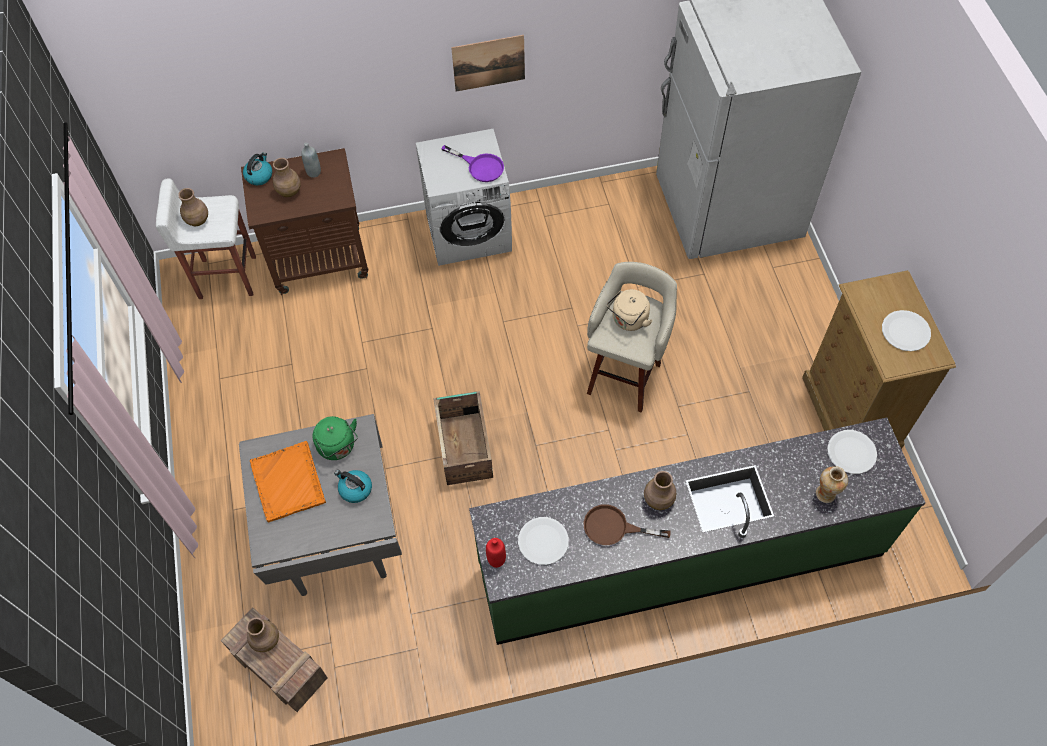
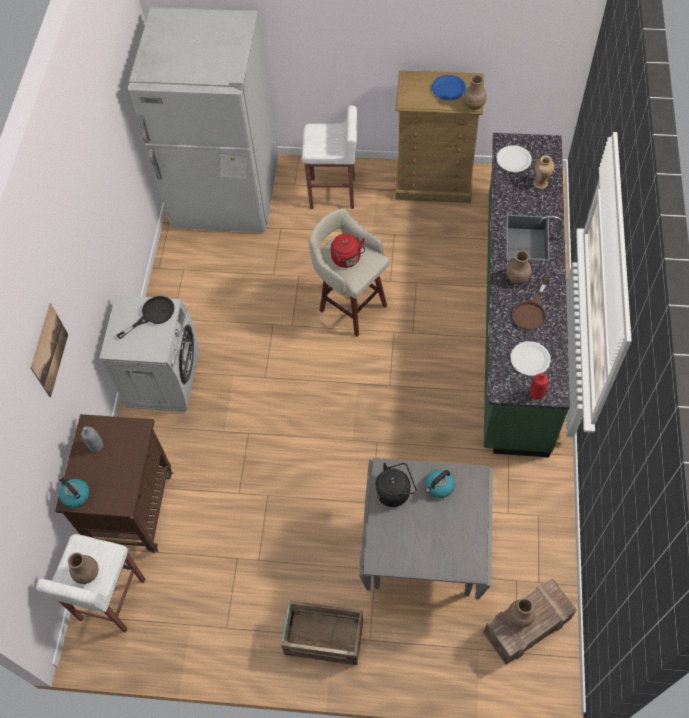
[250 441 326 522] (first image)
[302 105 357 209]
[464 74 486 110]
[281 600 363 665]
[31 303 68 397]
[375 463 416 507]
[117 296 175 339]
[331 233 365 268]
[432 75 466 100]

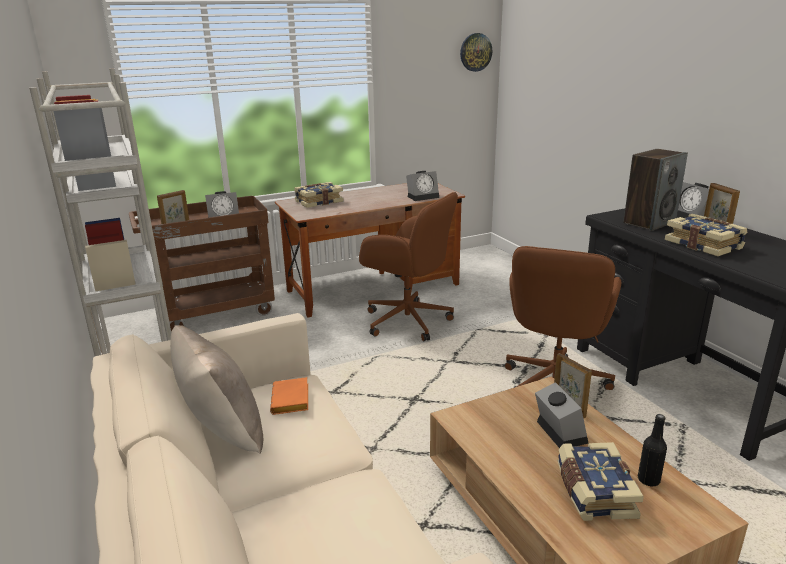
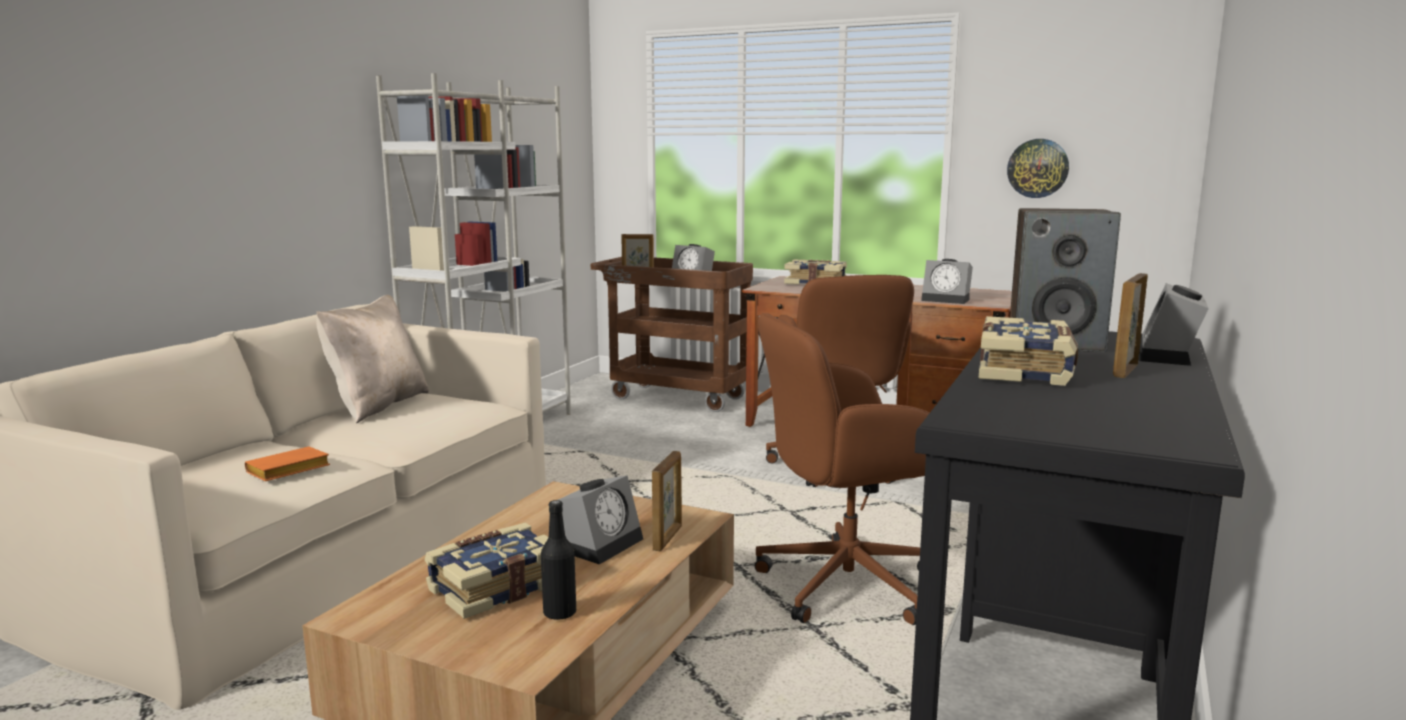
[245 446 330 481]
[1007 139 1069 198]

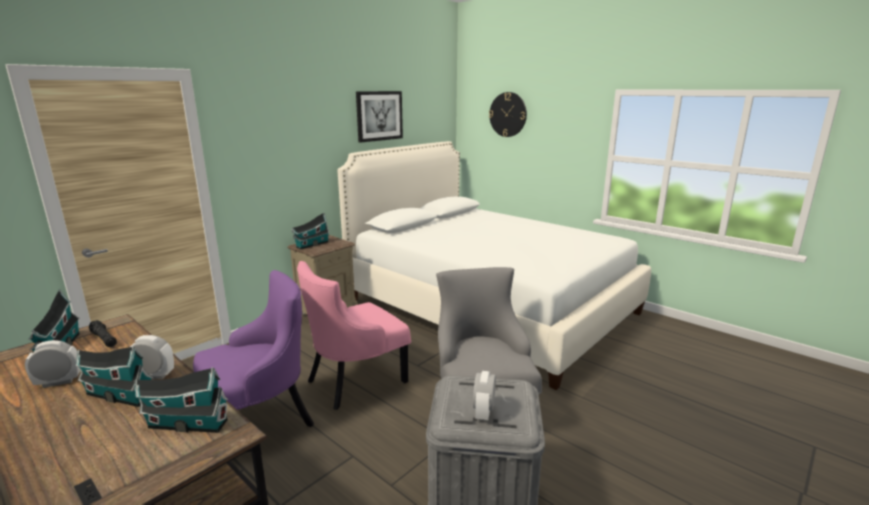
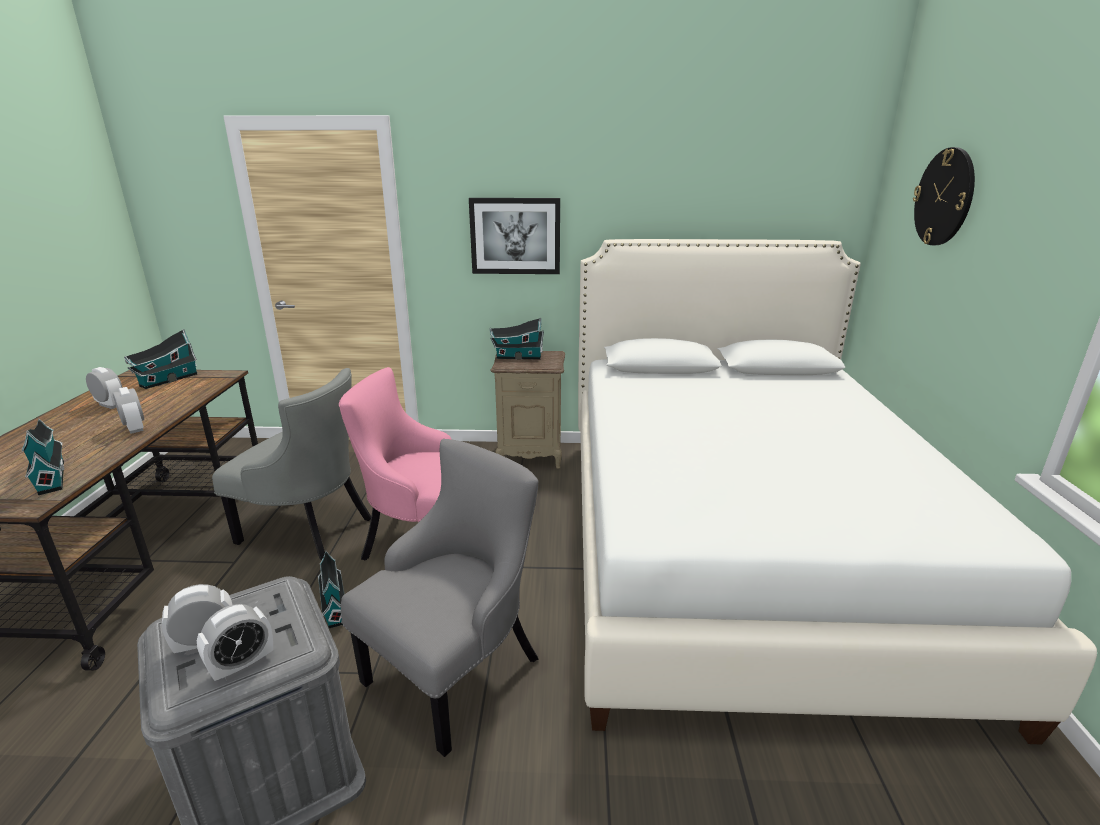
[89 320 117 347] (first image)
[197 604 273 681]
[318 551 344 628]
[469 198 560 274]
[212 368 371 560]

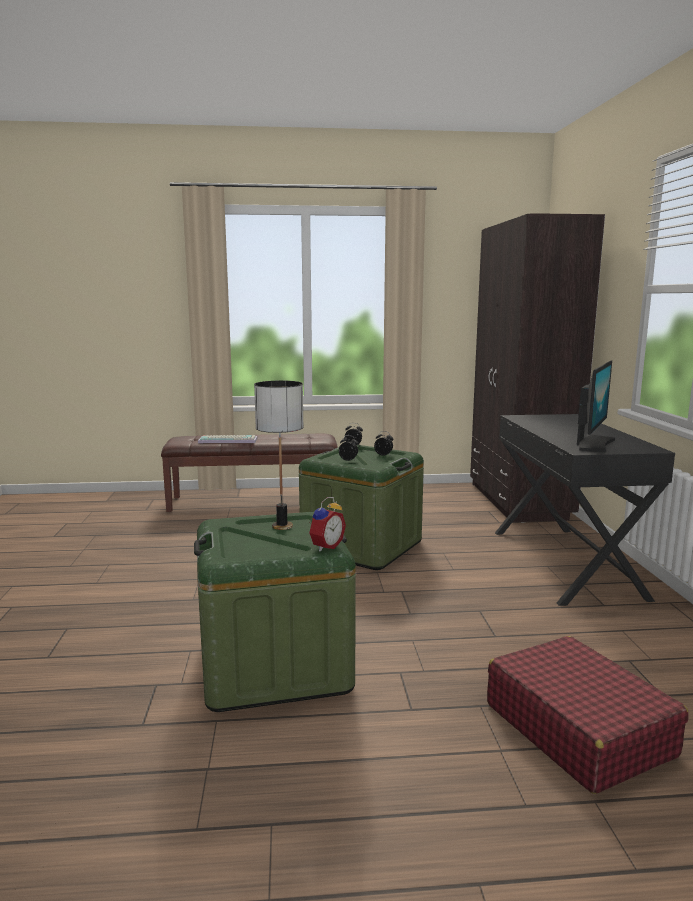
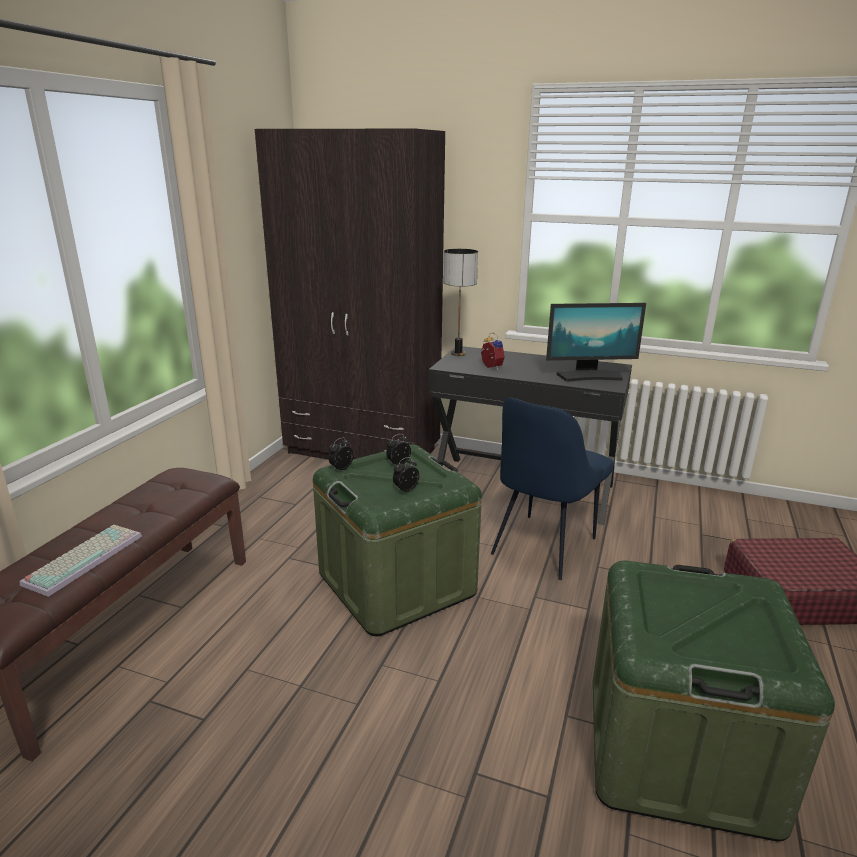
[491 397 614 580]
[444 249 478 356]
[481 333 505 370]
[546 303 646 382]

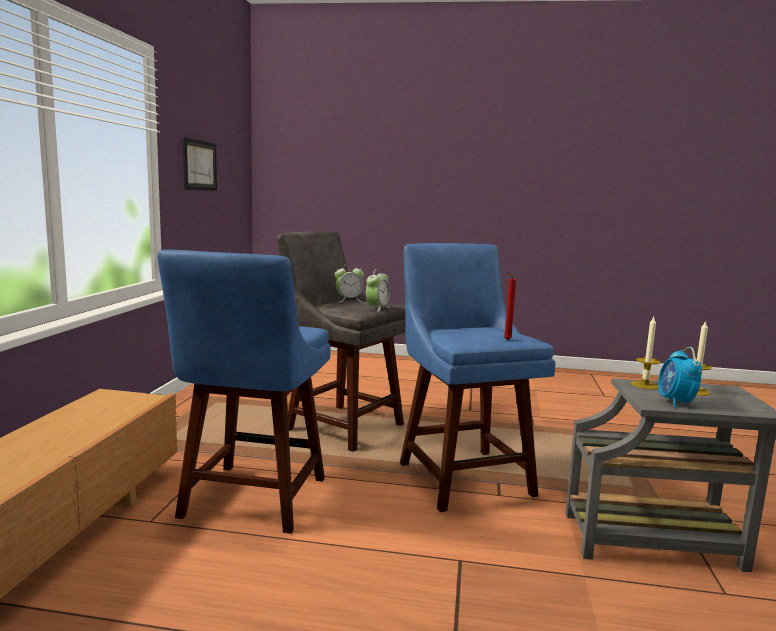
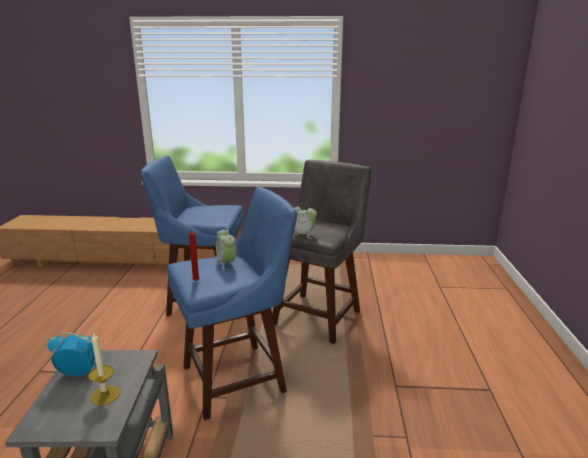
[183 137 217 191] (first image)
[631 317 660 390] (first image)
[216 227 236 270]

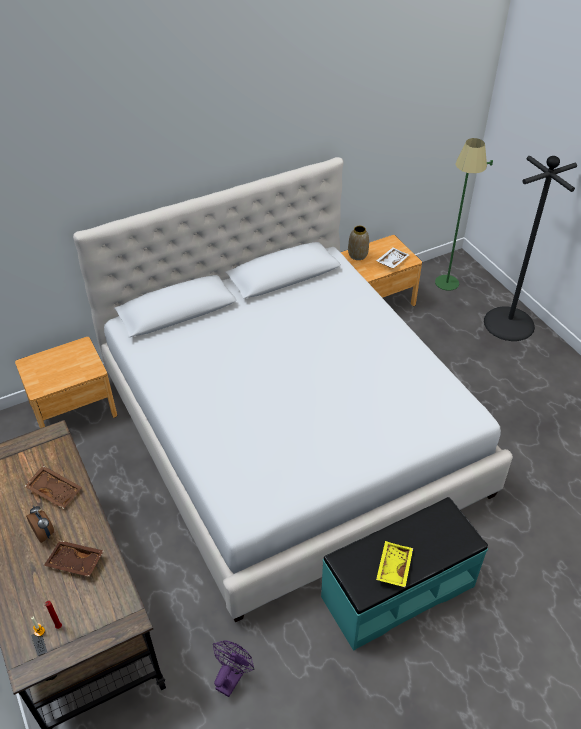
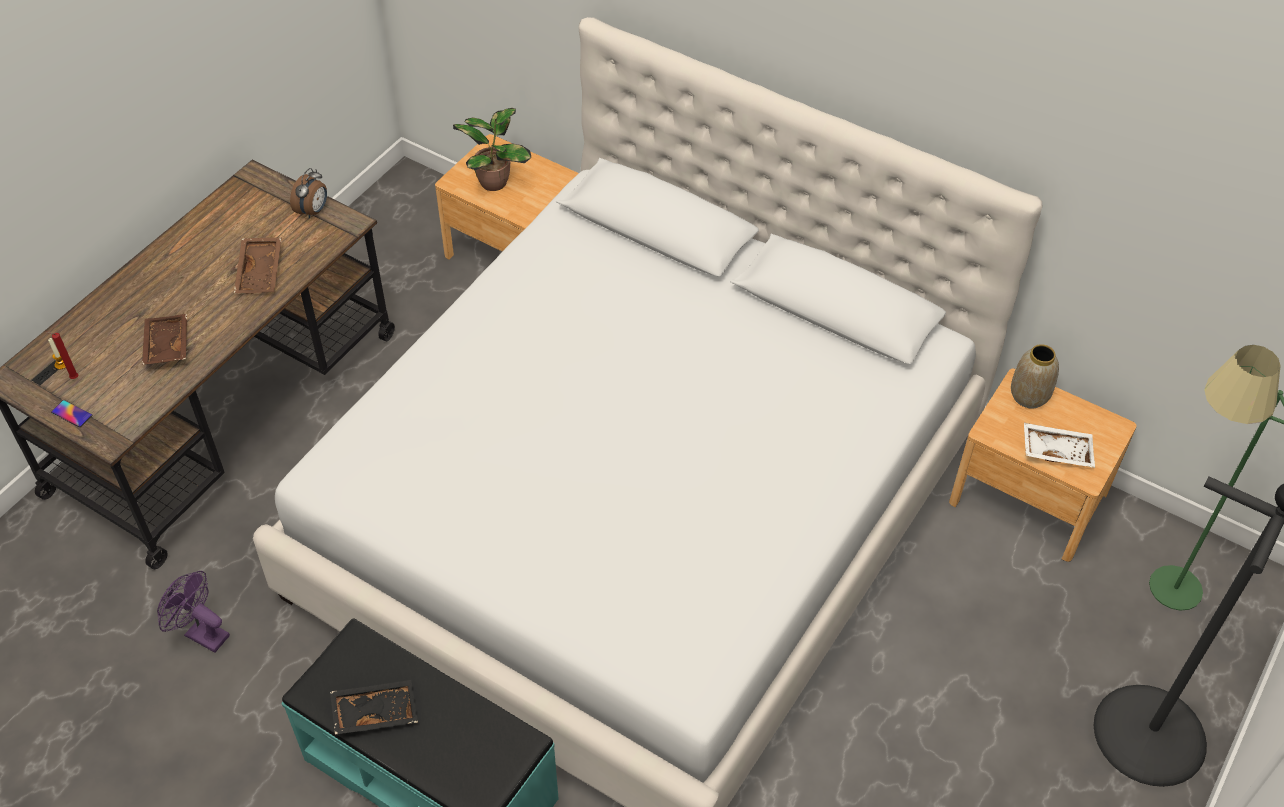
[51 400 92 427]
[453 108 531 191]
[290 168 327 219]
[330 680 418 735]
[157 571 230 653]

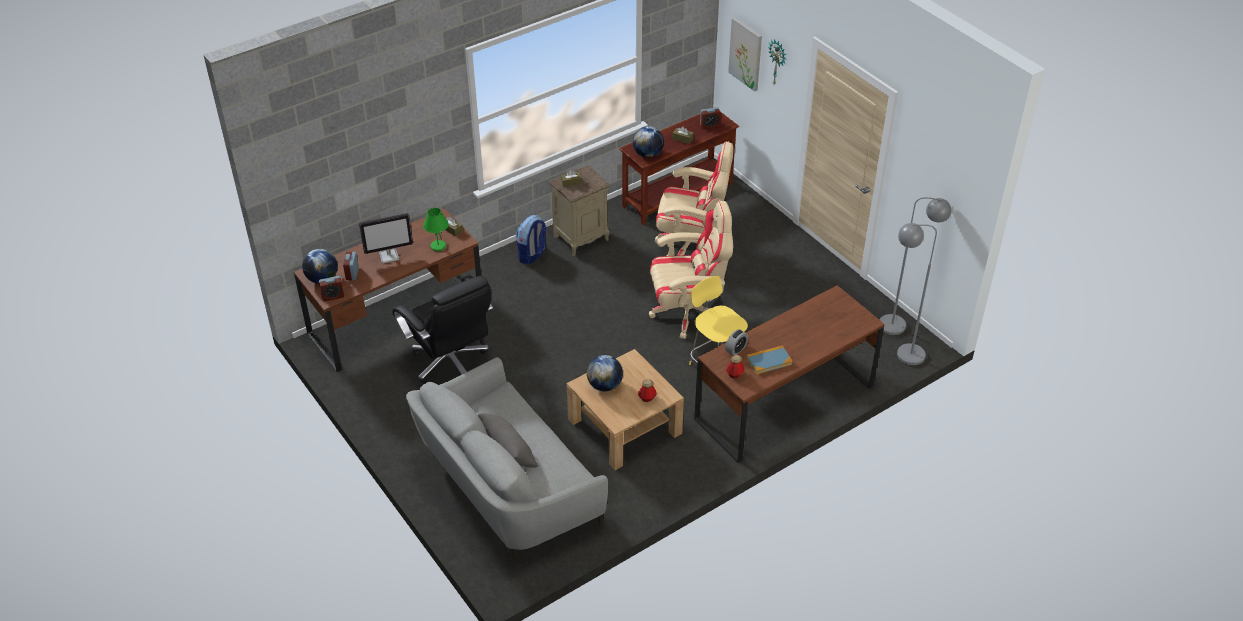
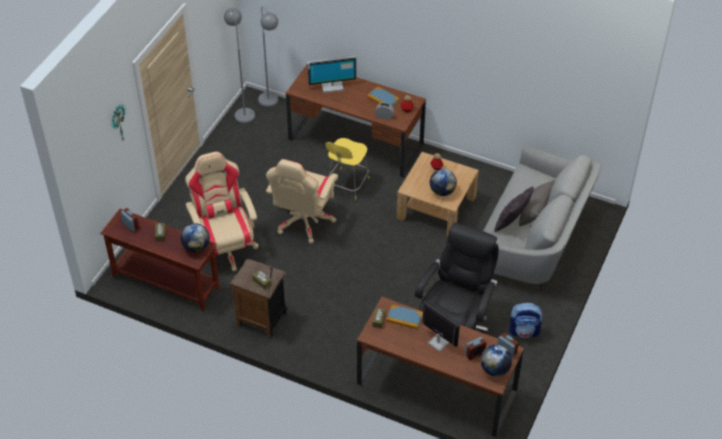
[728 17 762 92] (first image)
[307 56 356 93]
[494 186 534 232]
[509 303 543 338]
[386 304 423 330]
[230 259 287 338]
[266 159 338 244]

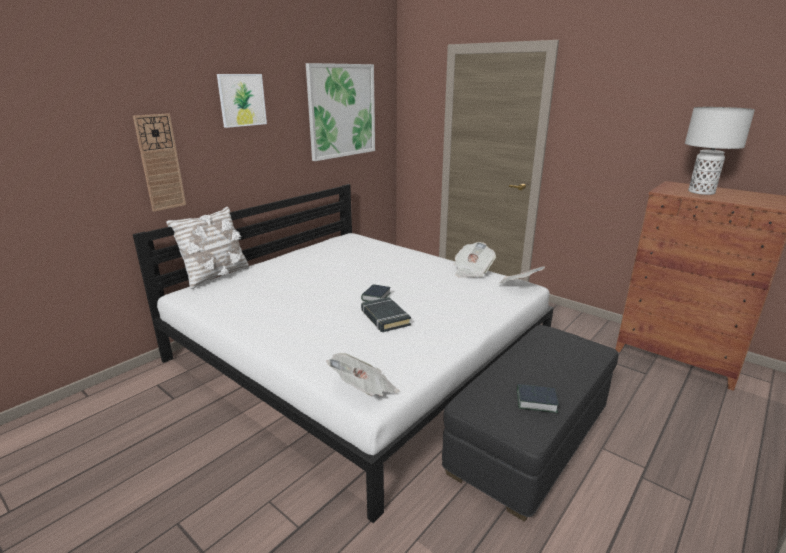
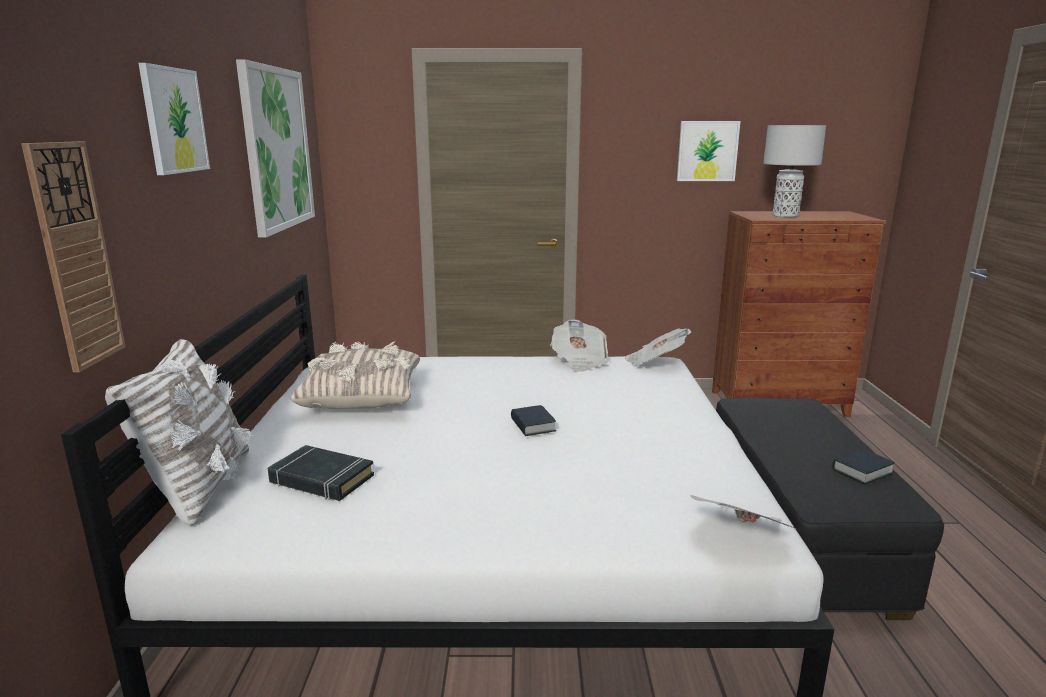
[291 341 420 410]
[677 121 740 181]
[268 445 374 501]

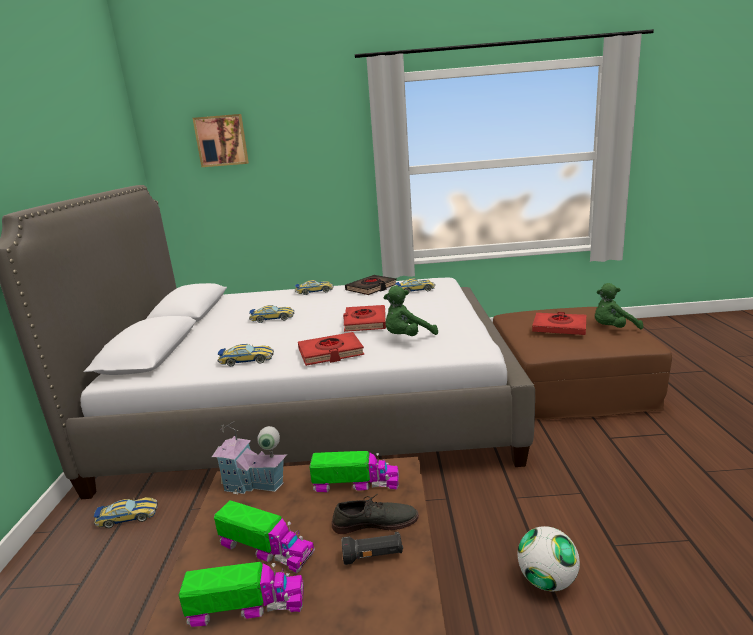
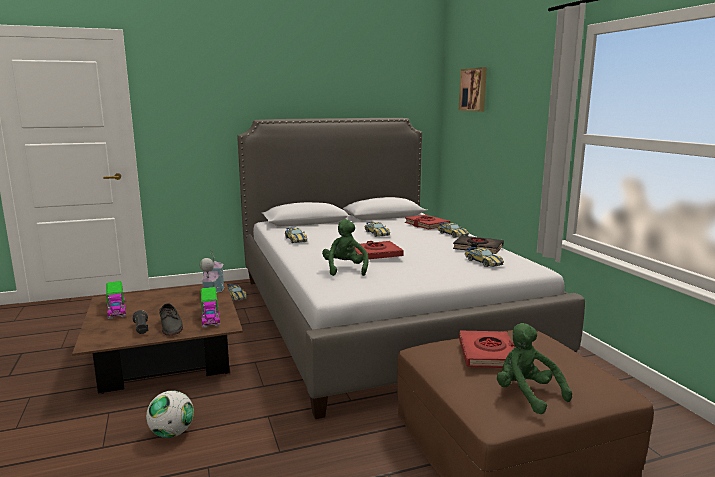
[214 500 315 573] (first image)
[405 215 450 229]
[322 219 369 276]

